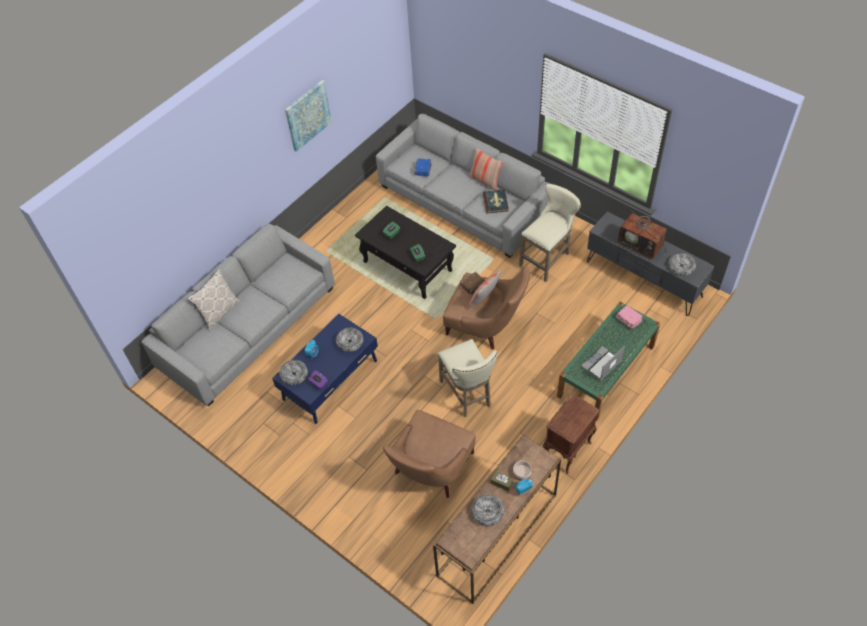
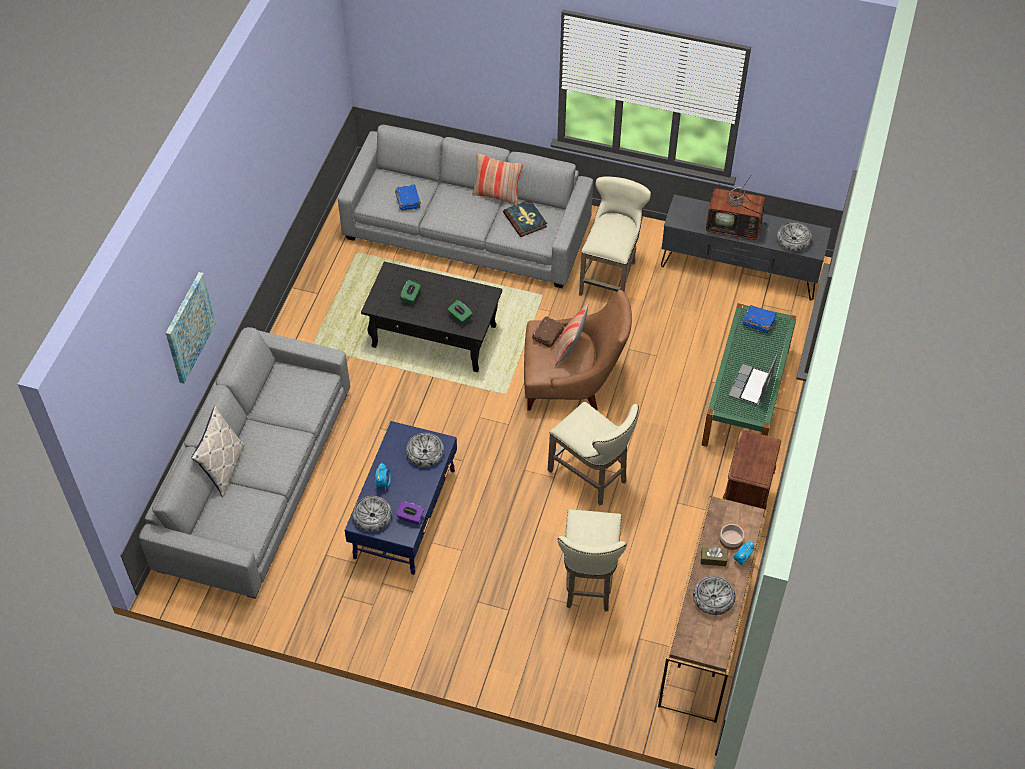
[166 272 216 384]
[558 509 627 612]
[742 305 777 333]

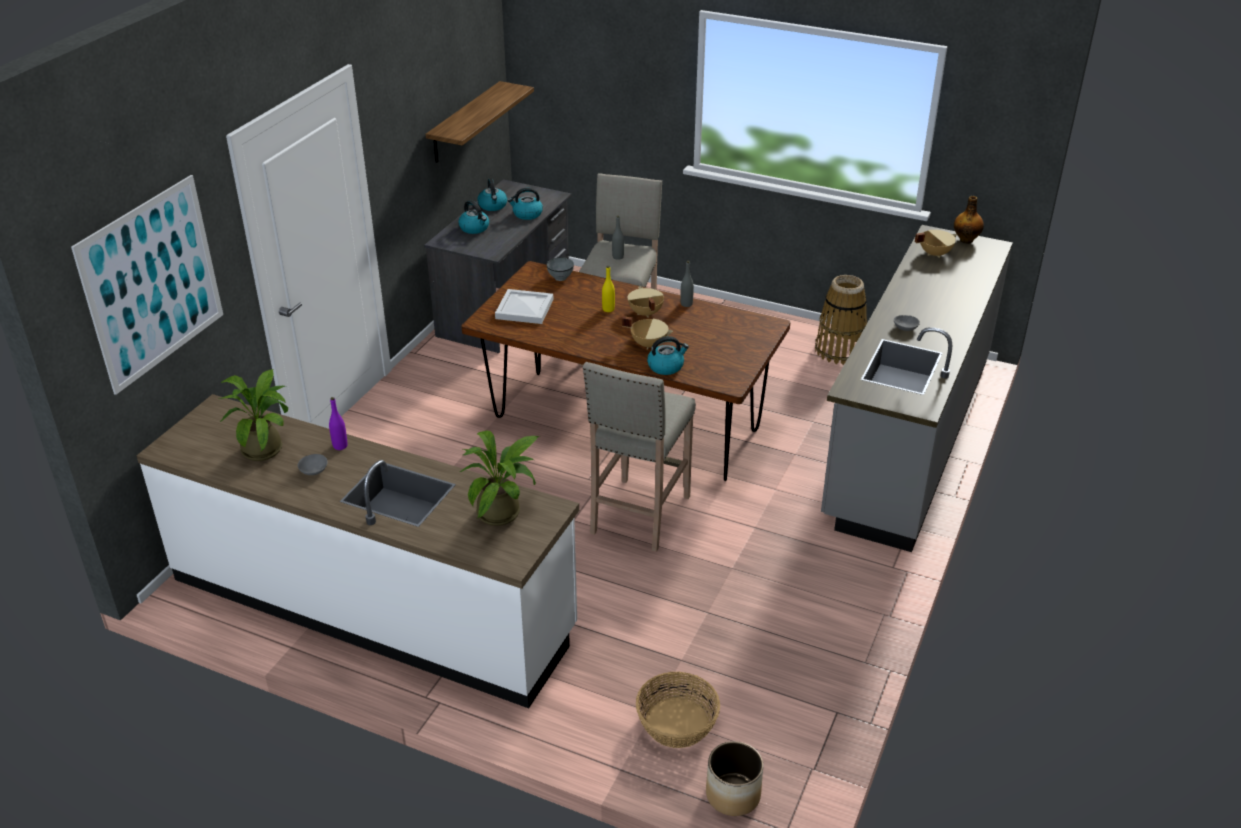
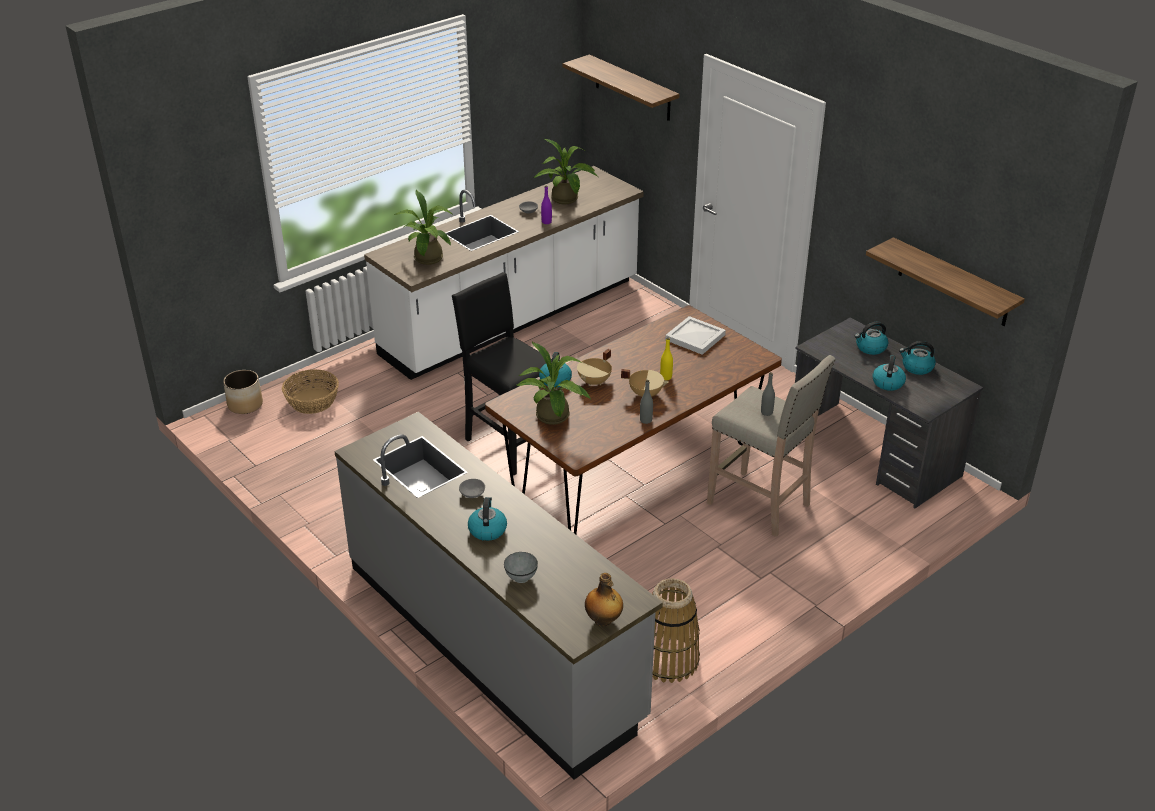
[915 230 957 258] (first image)
[468 497 507 541]
[516 342 591 425]
[504 552 538 583]
[562 55 679 121]
[452 272 552 476]

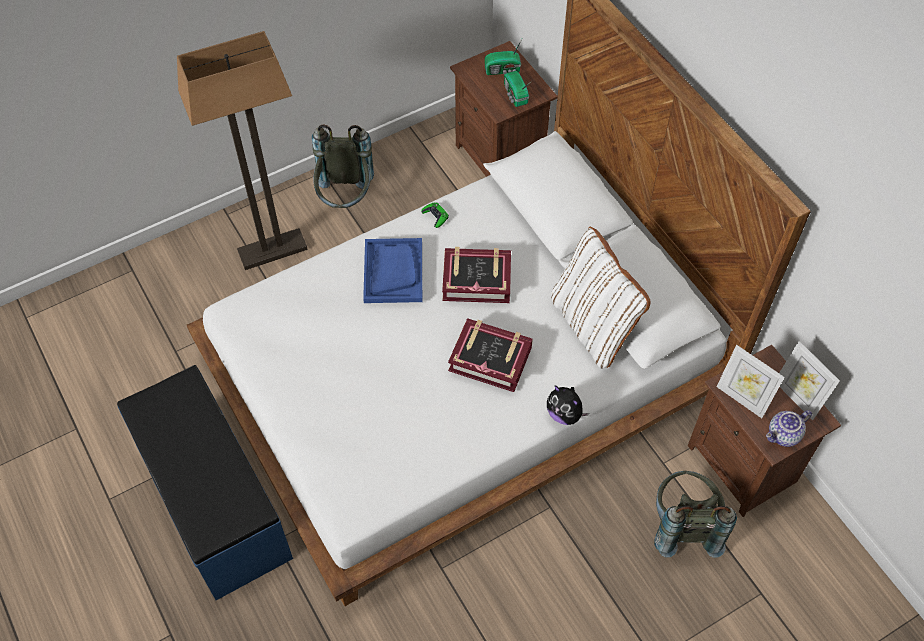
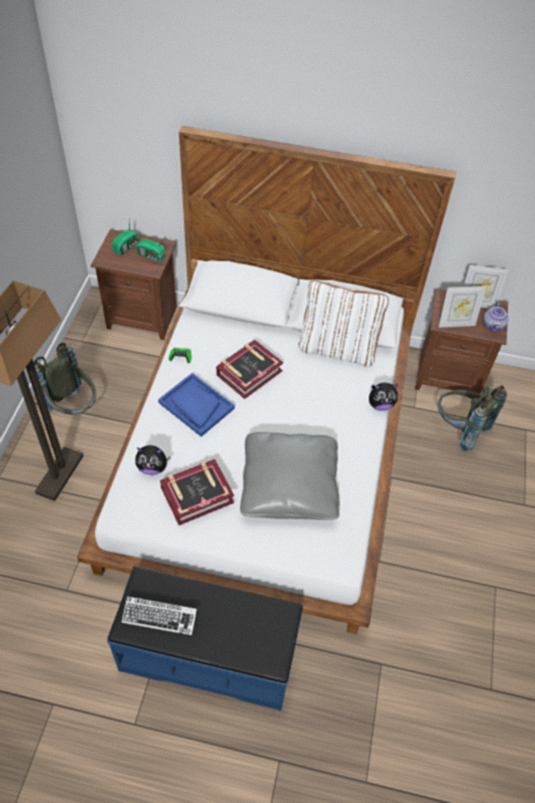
[122 596 197 635]
[135 445 171 475]
[240 432 340 520]
[160 459 234 525]

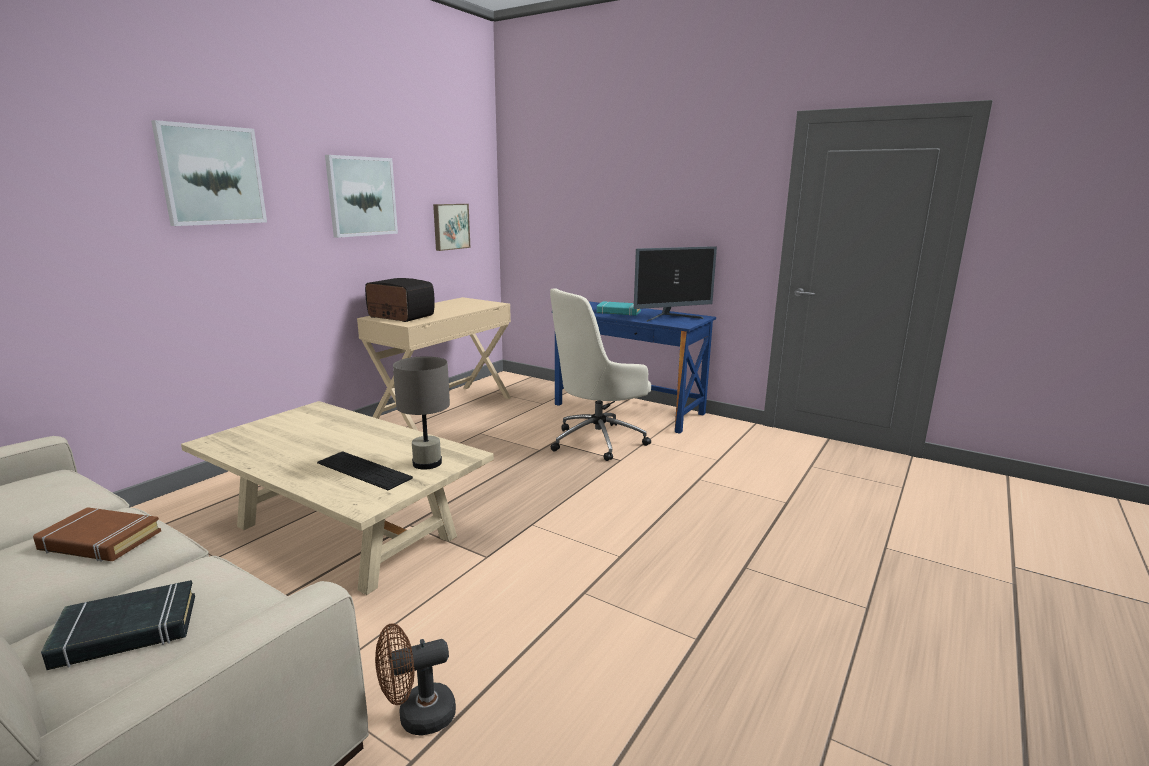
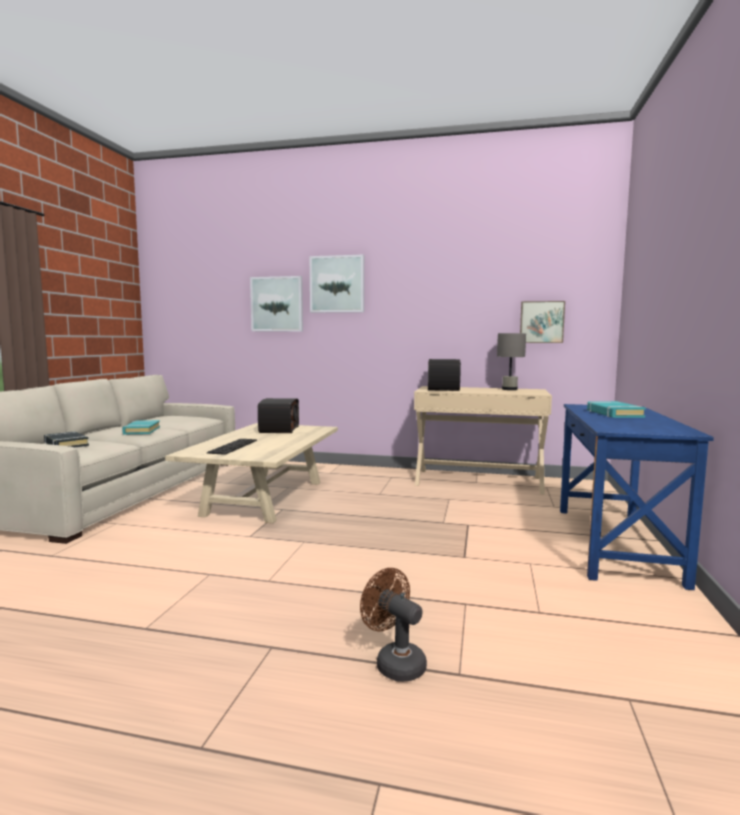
[550 288 651 461] (first image)
[634 246 717 322] (first image)
[258 398 299 433]
[250 276 303 331]
[360 568 427 682]
[497 333 526 390]
[122 420 160 435]

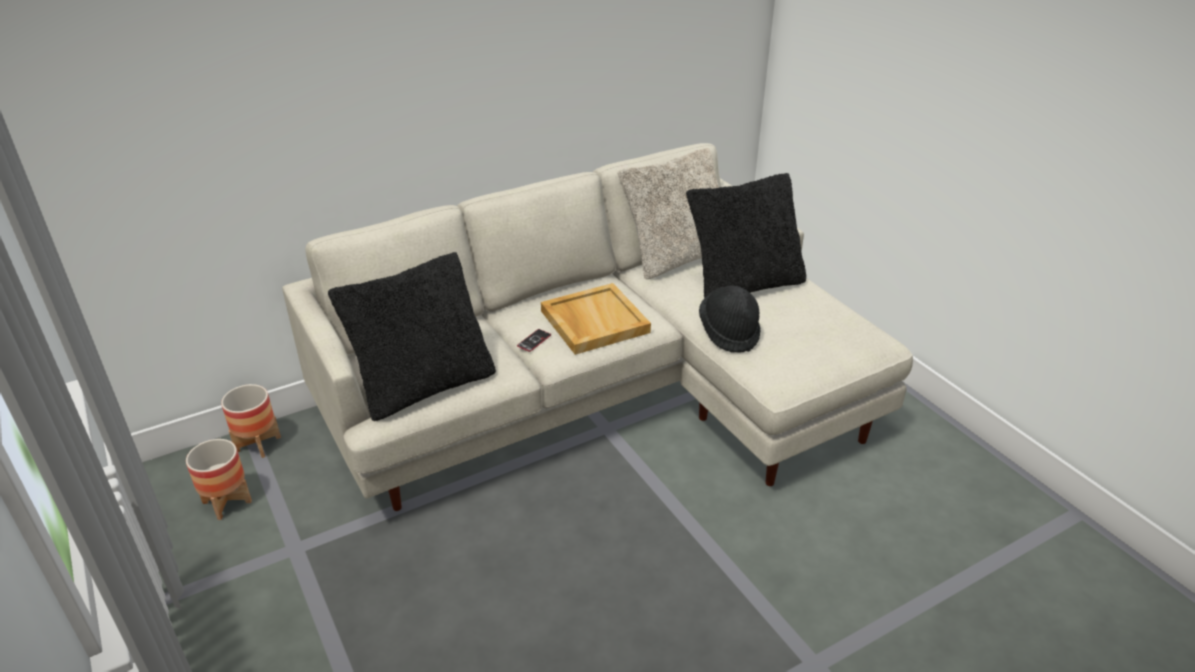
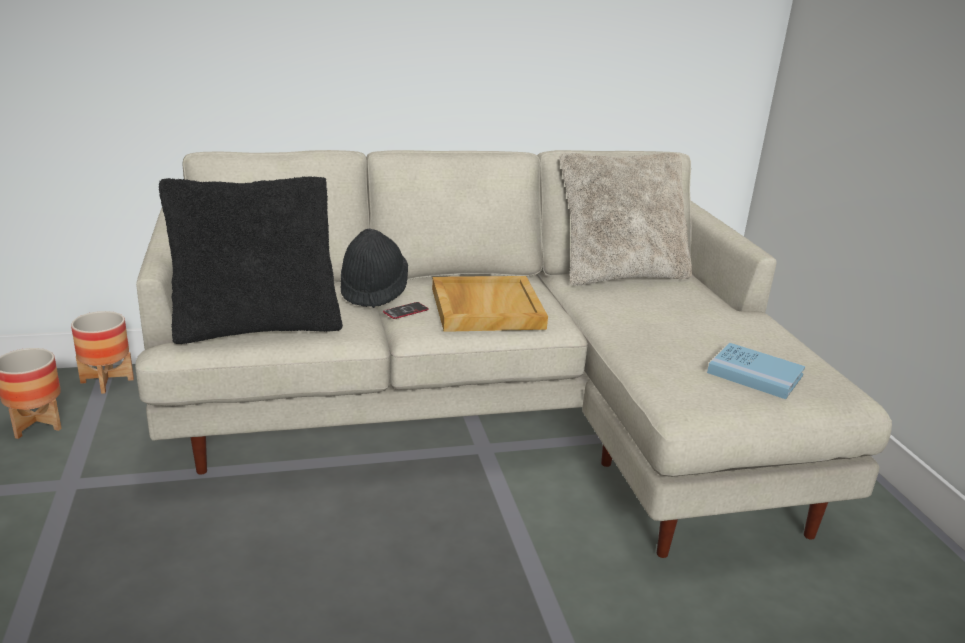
[686 173 806 298] (first image)
[707 343 805 399]
[341 229 408 308]

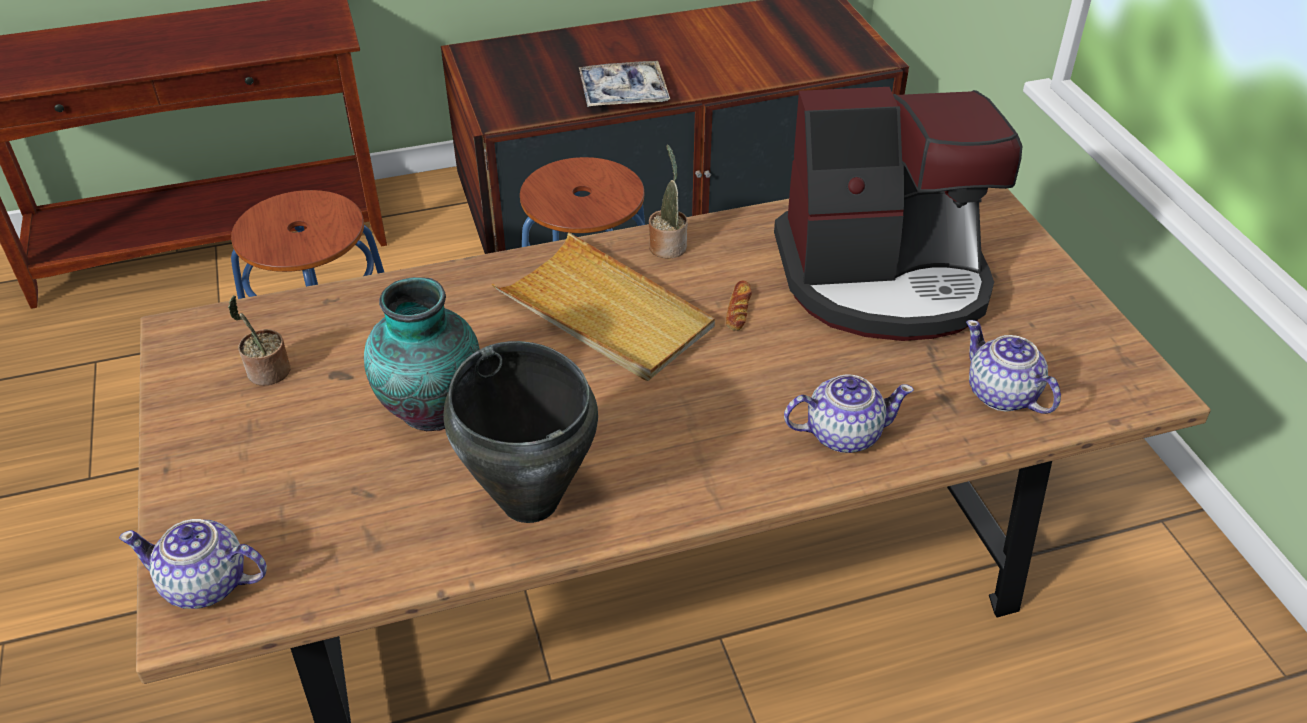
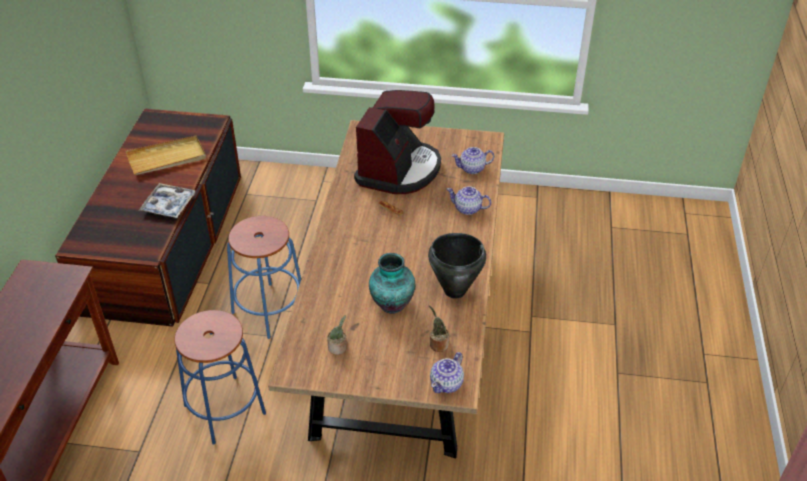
[126 136 206 175]
[429 305 449 352]
[446 186 491 215]

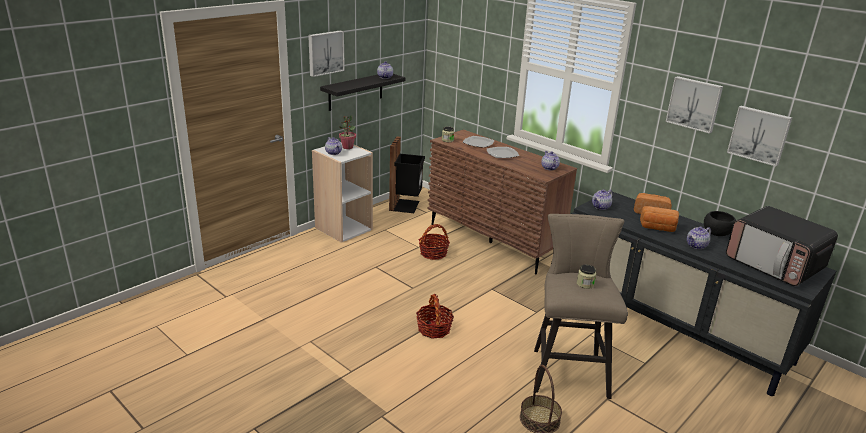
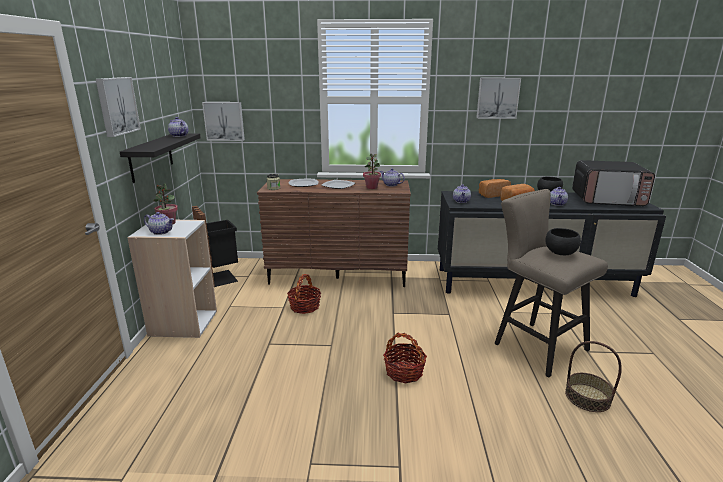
[363 154 381 189]
[202 102 245 141]
[546 228 581 255]

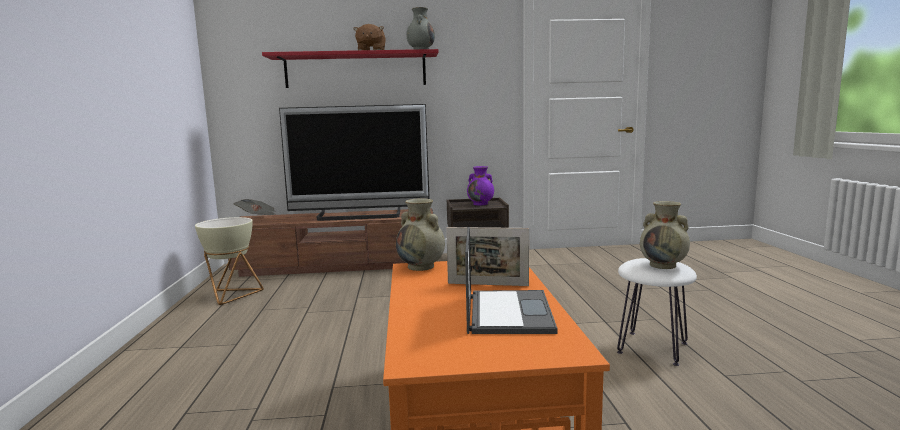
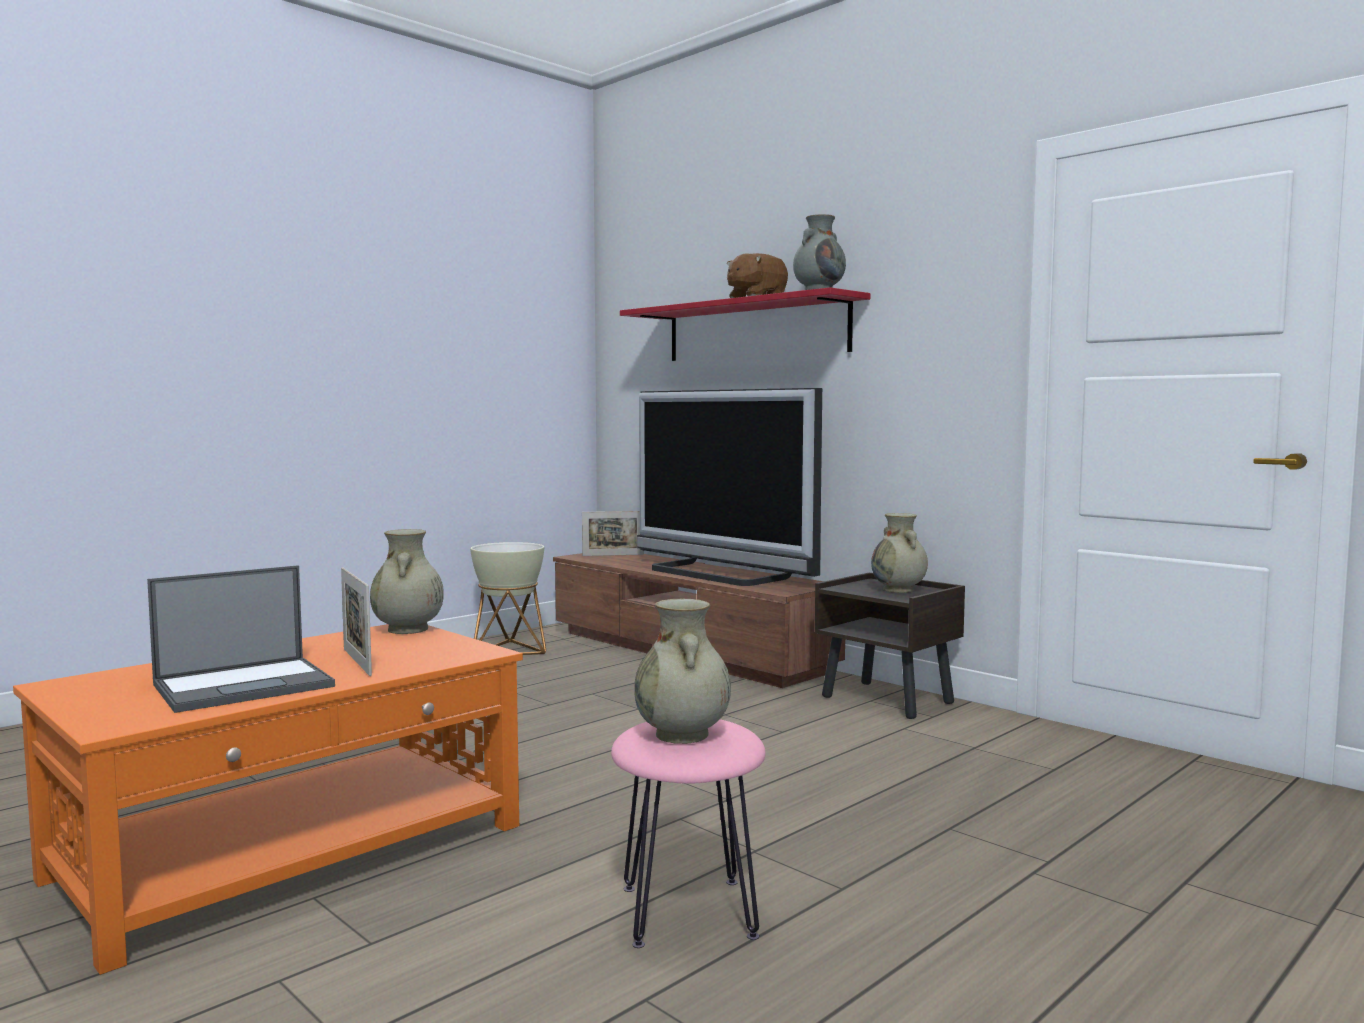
[582 511 644 556]
[871 513 928 593]
[611 719 766 948]

